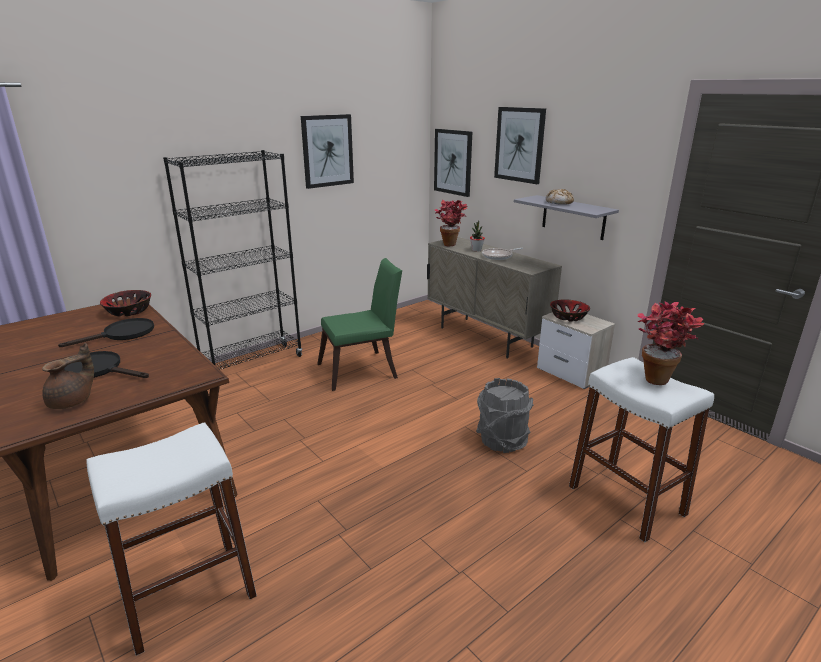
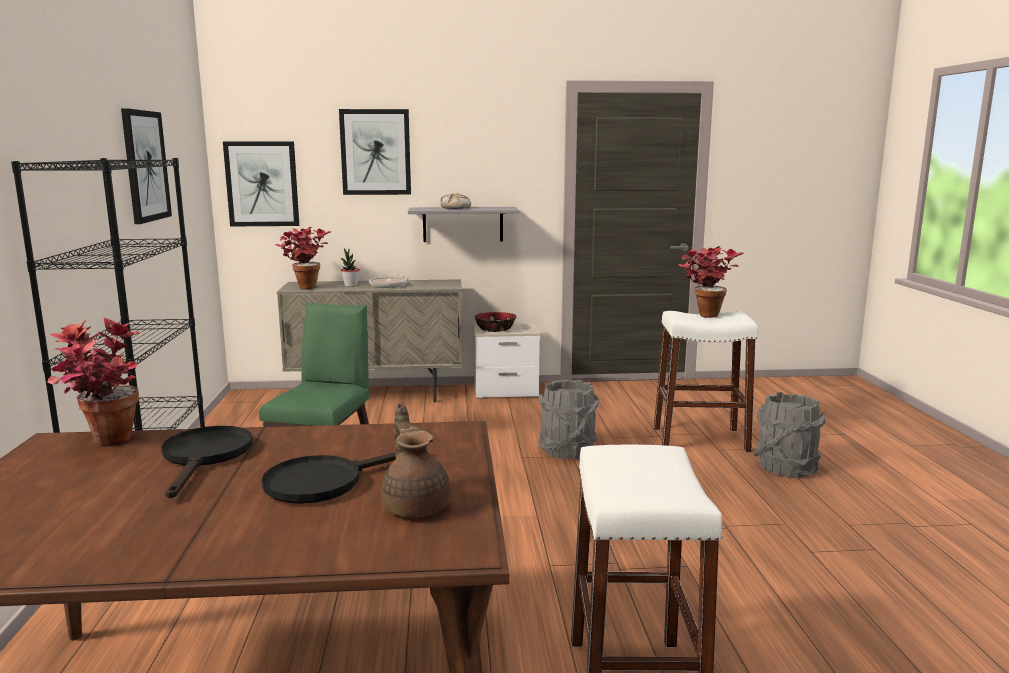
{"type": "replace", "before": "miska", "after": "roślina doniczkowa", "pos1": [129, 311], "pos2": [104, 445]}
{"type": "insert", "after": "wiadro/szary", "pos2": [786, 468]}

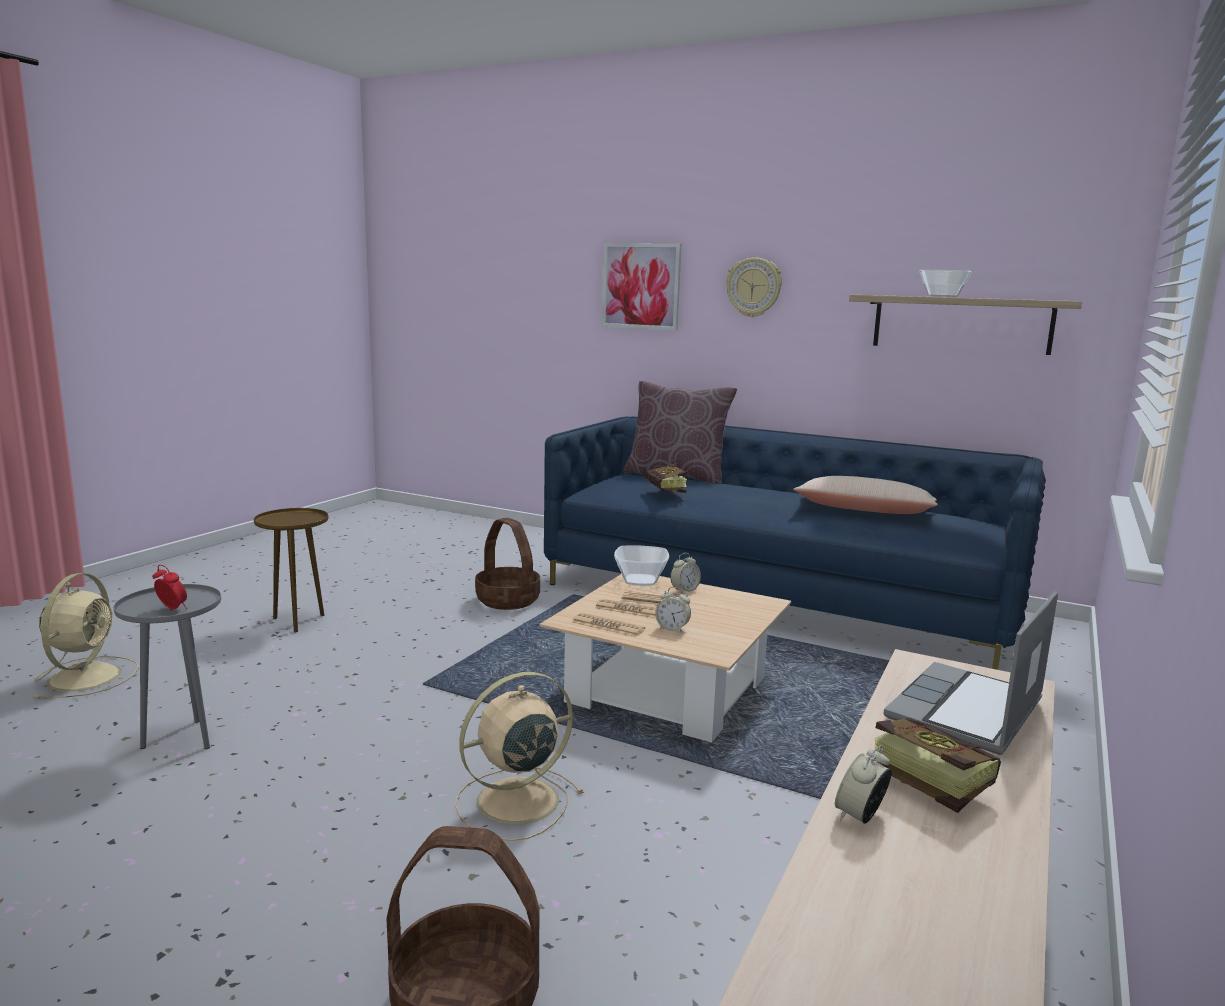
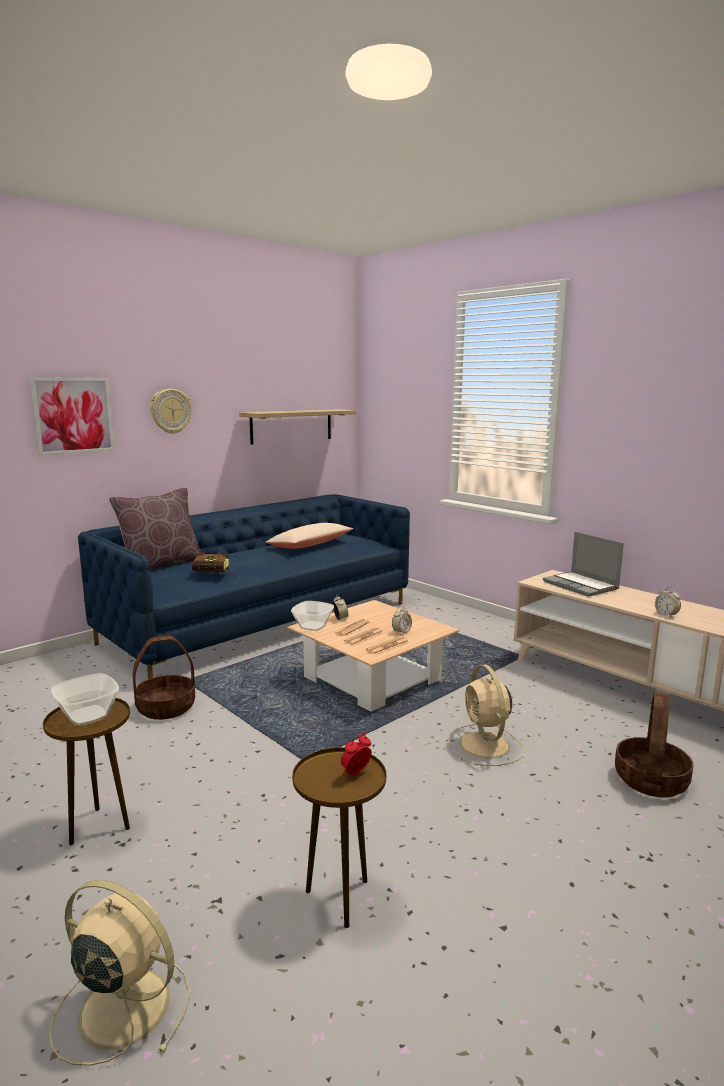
{"type": "recolor", "before": "stolik/szary", "after": "stolik/brązowy", "pos1": [182, 738], "pos2": [339, 898]}
{"type": "delete", "before": "książka", "pos1": [919, 781]}
{"type": "move", "before": "miska", "pos1": [943, 296], "pos2": [88, 715]}

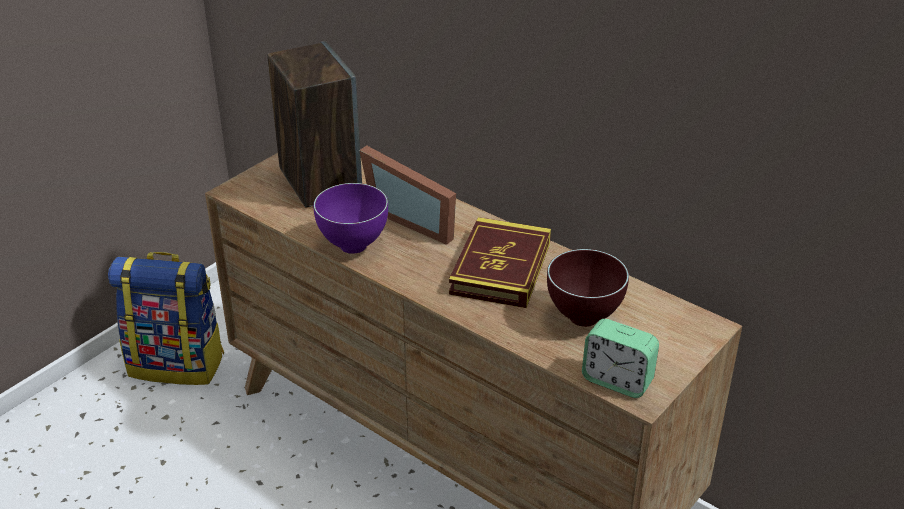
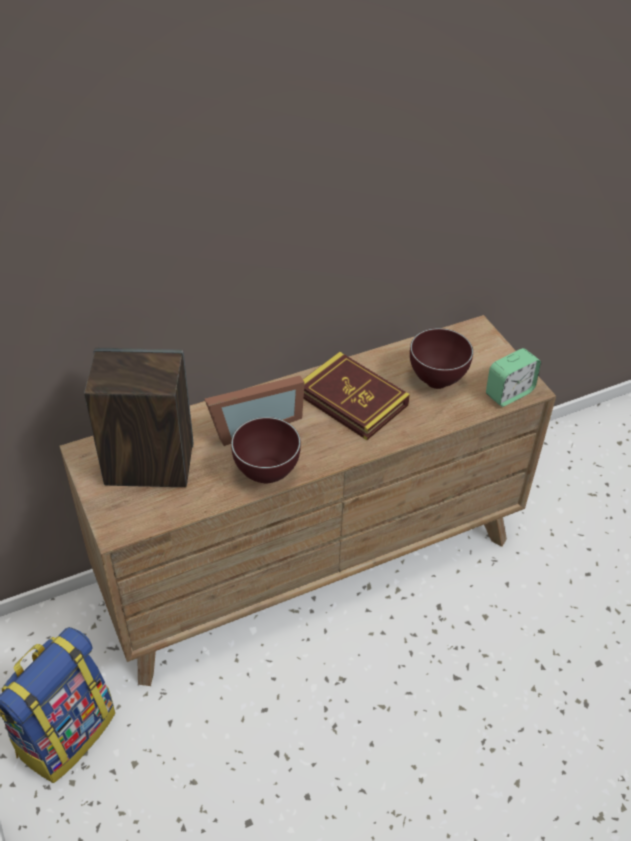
{"type": "recolor", "before": "miska/fioletowy", "after": "miska/brązowy", "pos1": [354, 246], "pos2": [265, 474]}

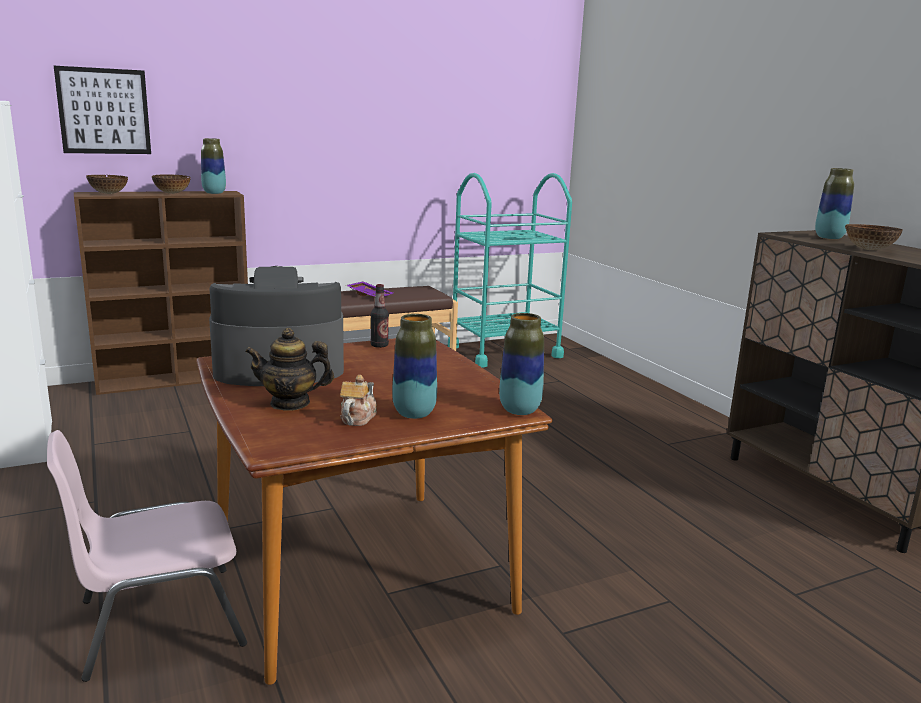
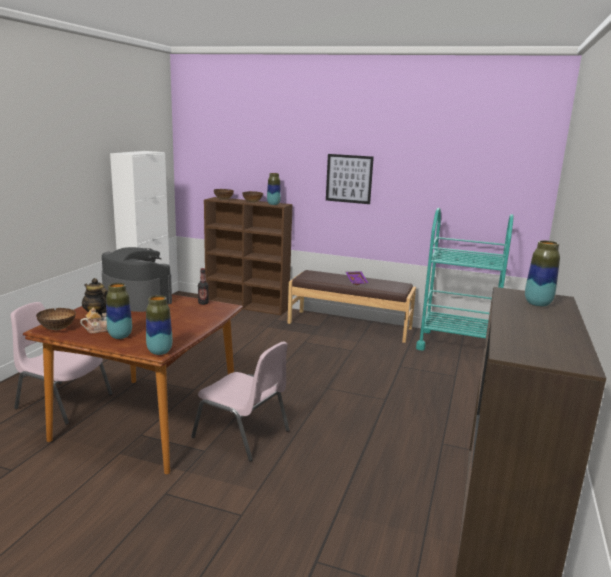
{"type": "move", "before": "obraz", "pos1": [104, 111], "pos2": [349, 179]}
{"type": "move", "before": "miska", "pos1": [869, 249], "pos2": [58, 329]}
{"type": "insert", "after": "krzesło/różowy", "pos2": [243, 434]}

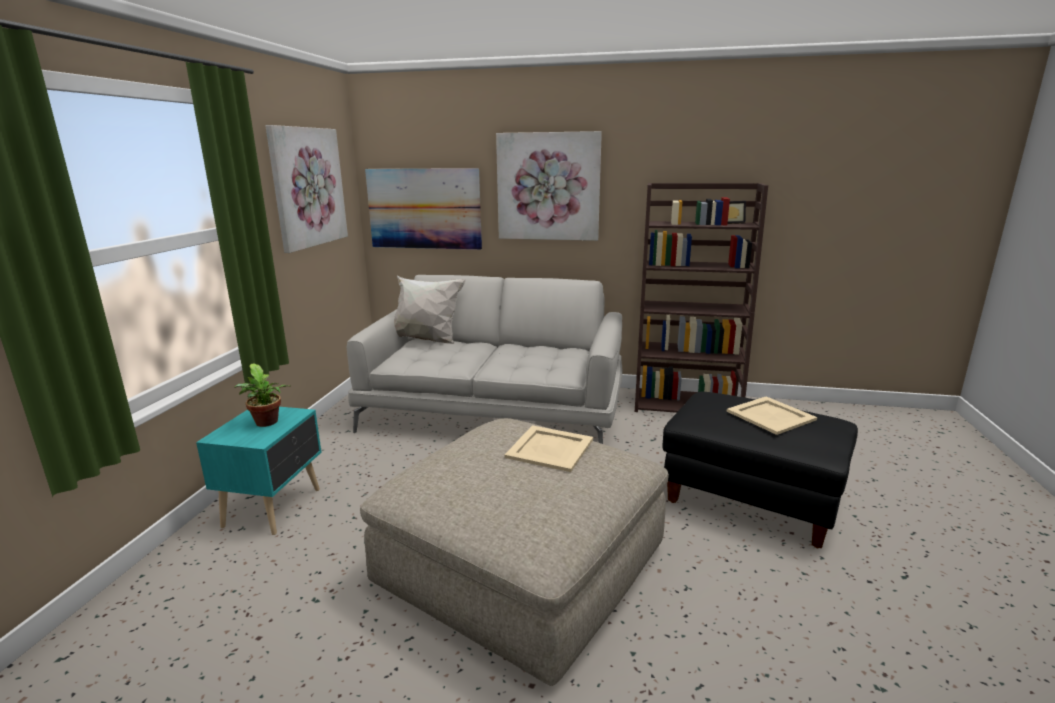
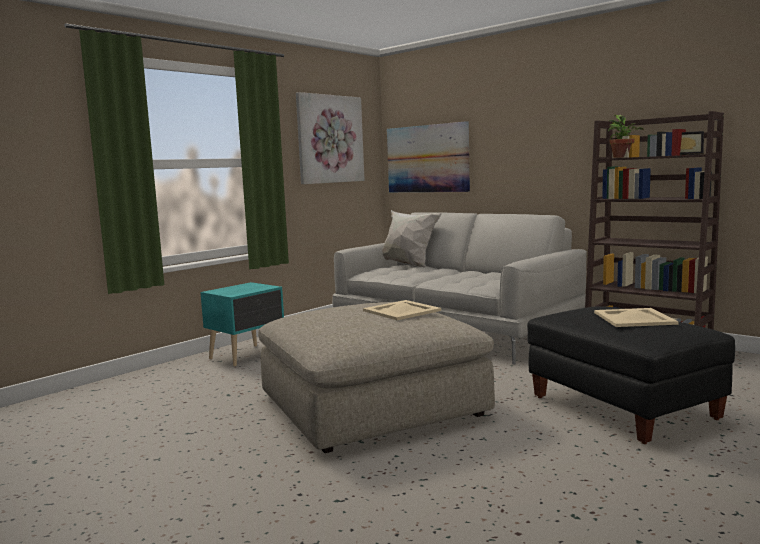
{"type": "move", "before": "roślina doniczkowa", "pos1": [267, 423], "pos2": [622, 157]}
{"type": "delete", "before": "obraz", "pos1": [548, 187]}

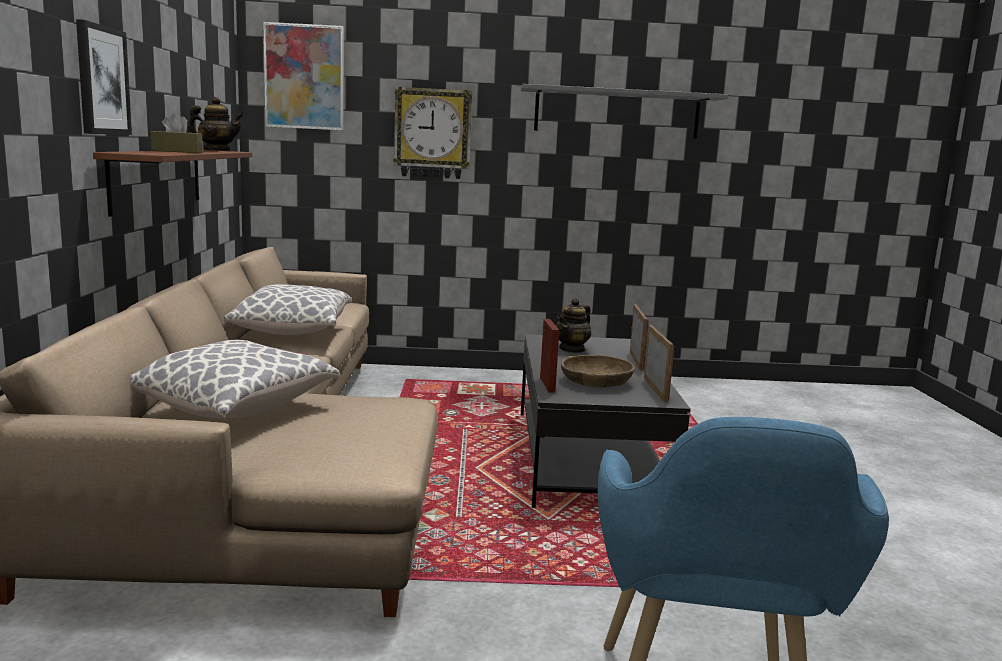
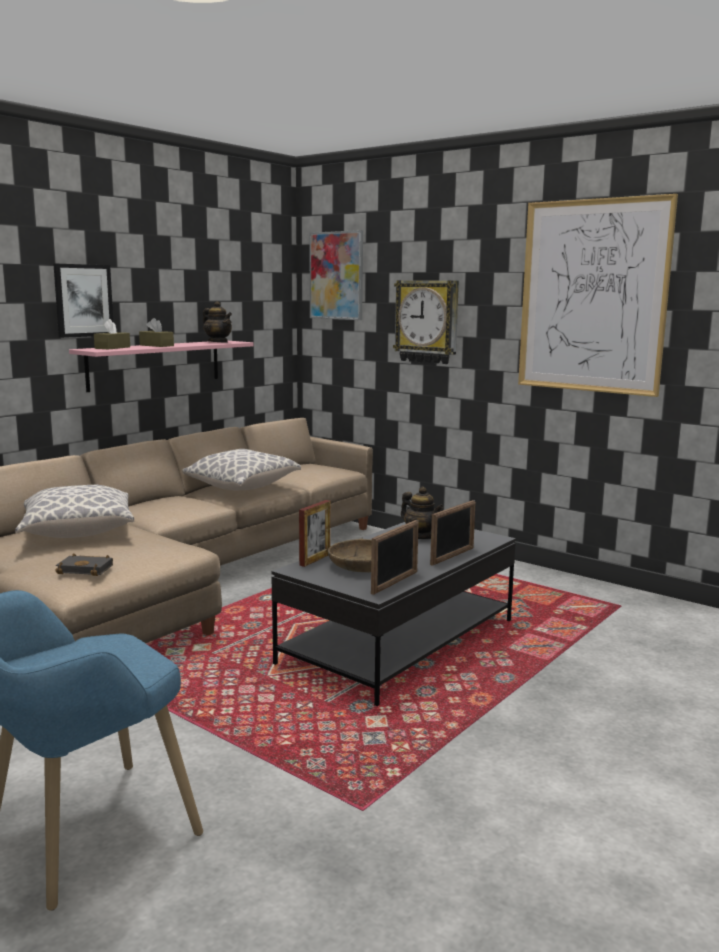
{"type": "recolor", "before": "półka/brązowy", "after": "półka/różowy", "pos1": [157, 179], "pos2": [155, 364]}
{"type": "replace", "before": "półka/szary", "after": "obraz", "pos1": [616, 113], "pos2": [592, 296]}
{"type": "rotate", "before": "imbryk", "pos1": [572, 349], "pos2": [421, 536], "turn": -120}
{"type": "insert", "after": "książka/czarny", "pos2": [87, 569]}
{"type": "insert", "after": "pudełko chusteczek/brązowy", "pos2": [112, 348]}

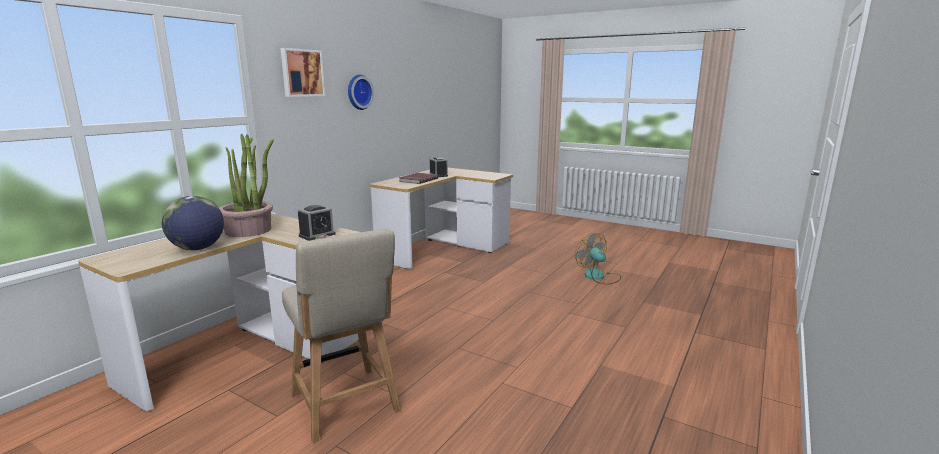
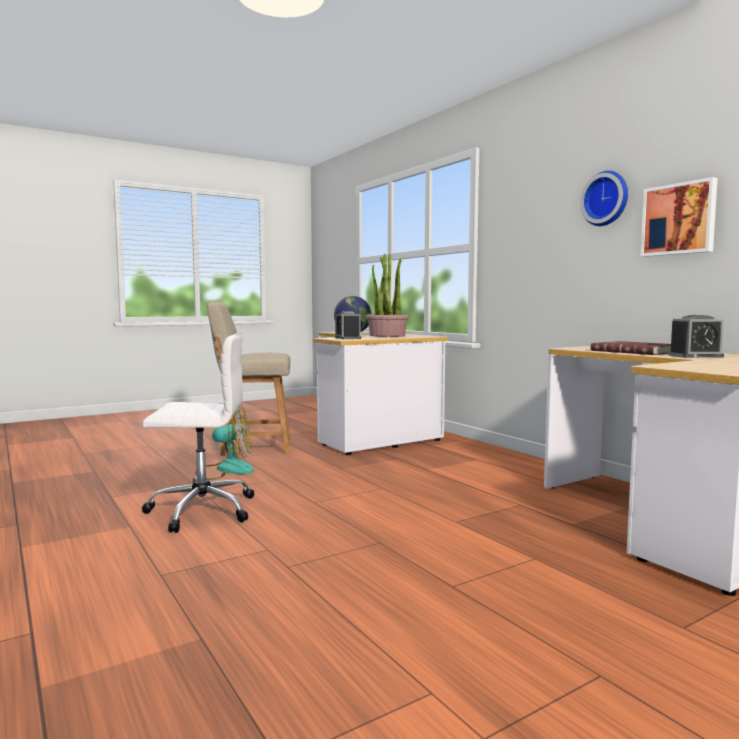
{"type": "move", "before": "obraz", "pos1": [302, 73], "pos2": [679, 219]}
{"type": "move", "before": "wentylator", "pos1": [598, 277], "pos2": [225, 470]}
{"type": "insert", "after": "krzesło biurowe/biały", "pos2": [200, 510]}

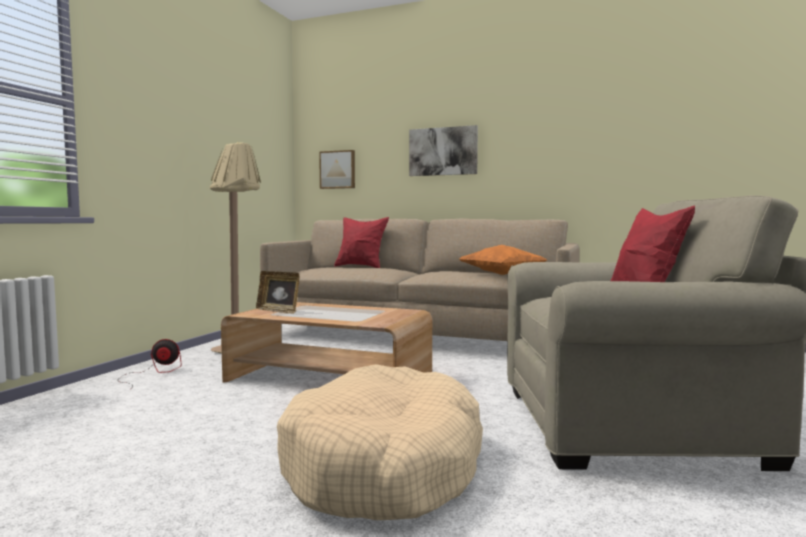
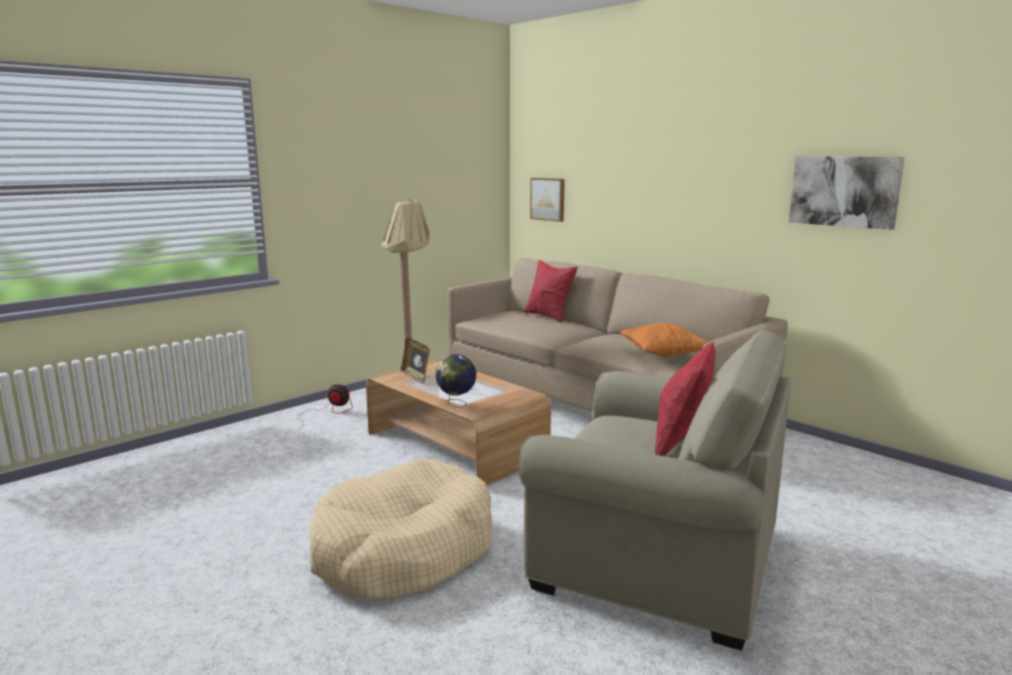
{"type": "move", "before": "obraz", "pos1": [443, 151], "pos2": [844, 191]}
{"type": "insert", "after": "globus", "pos2": [456, 404]}

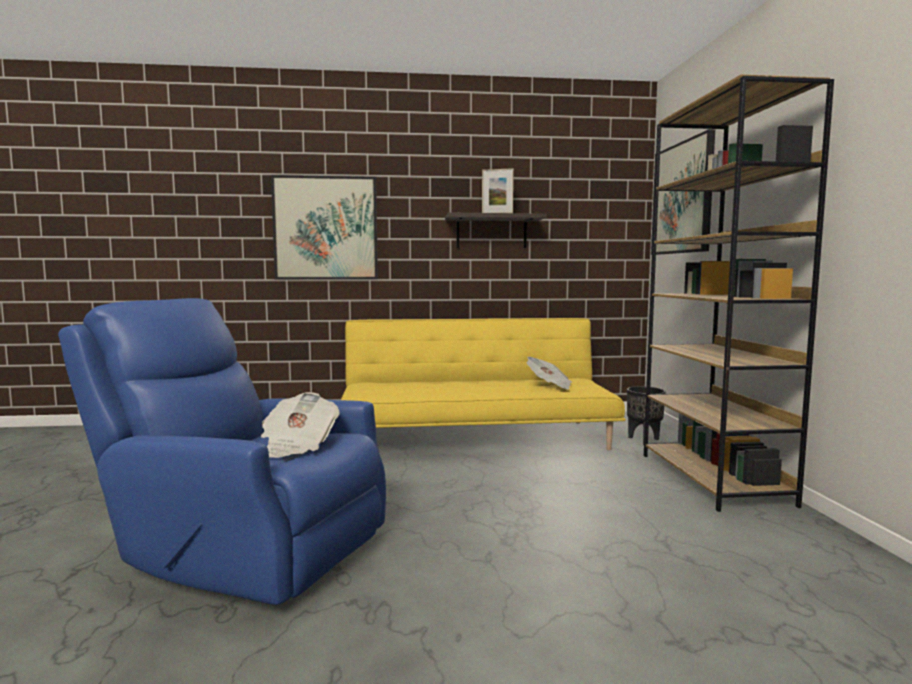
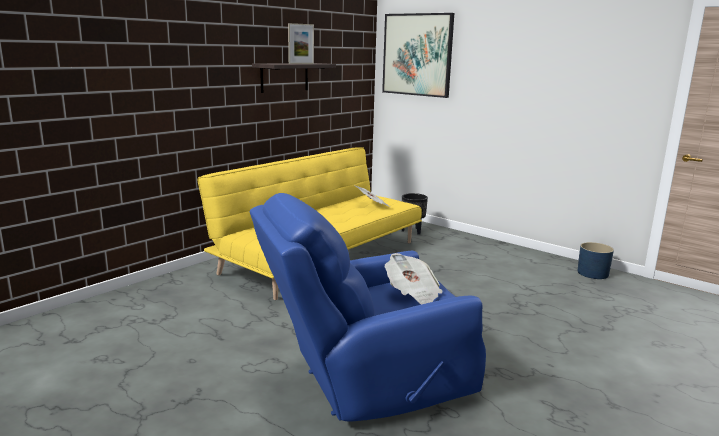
{"type": "delete", "before": "obraz", "pos1": [326, 228]}
{"type": "delete", "before": "regał/brązowy", "pos1": [714, 479]}
{"type": "insert", "after": "donica/niebieski", "pos2": [592, 273]}

